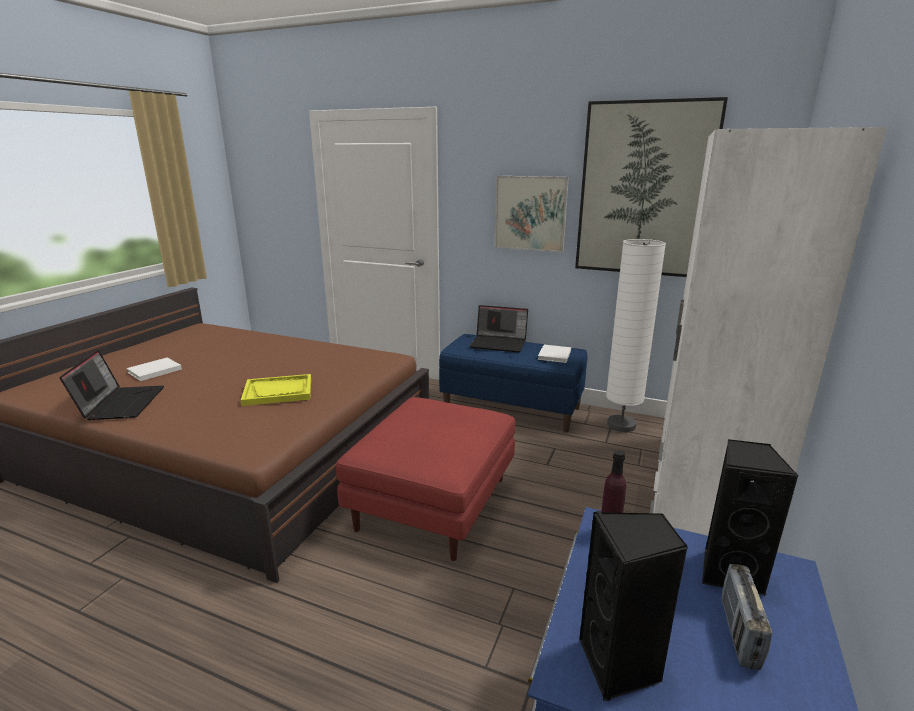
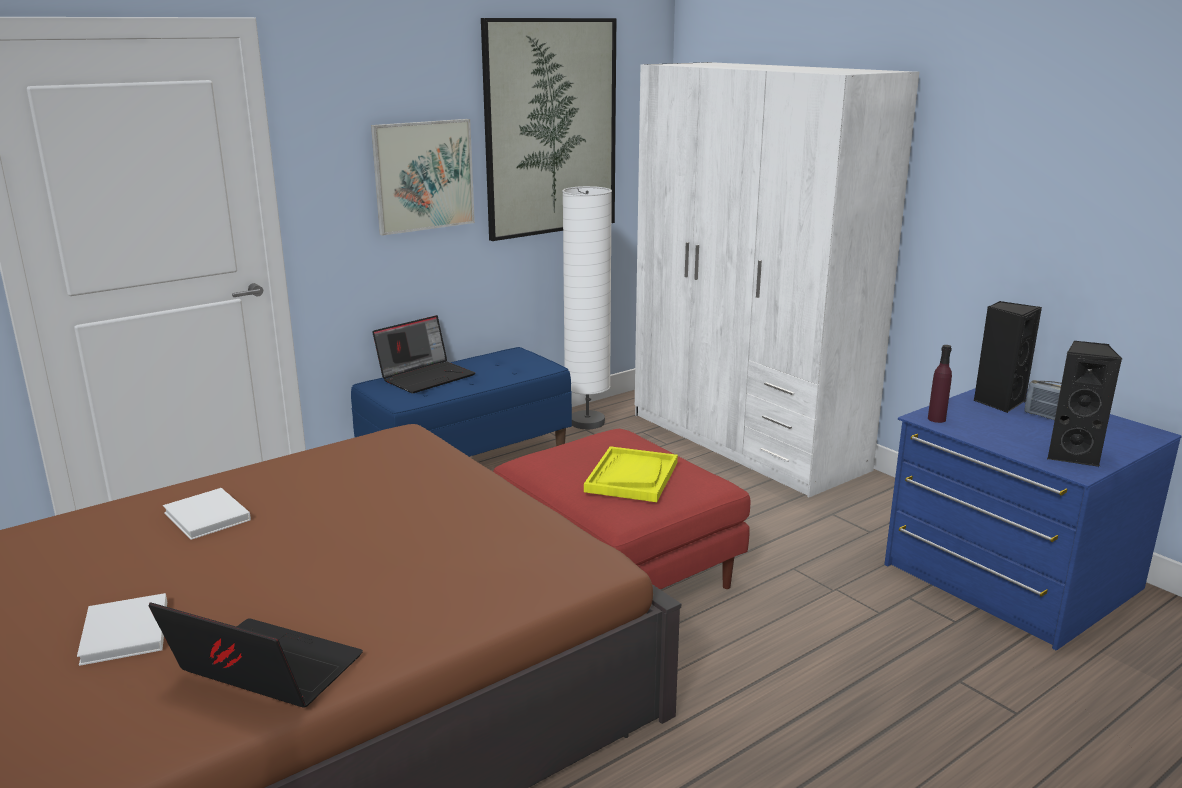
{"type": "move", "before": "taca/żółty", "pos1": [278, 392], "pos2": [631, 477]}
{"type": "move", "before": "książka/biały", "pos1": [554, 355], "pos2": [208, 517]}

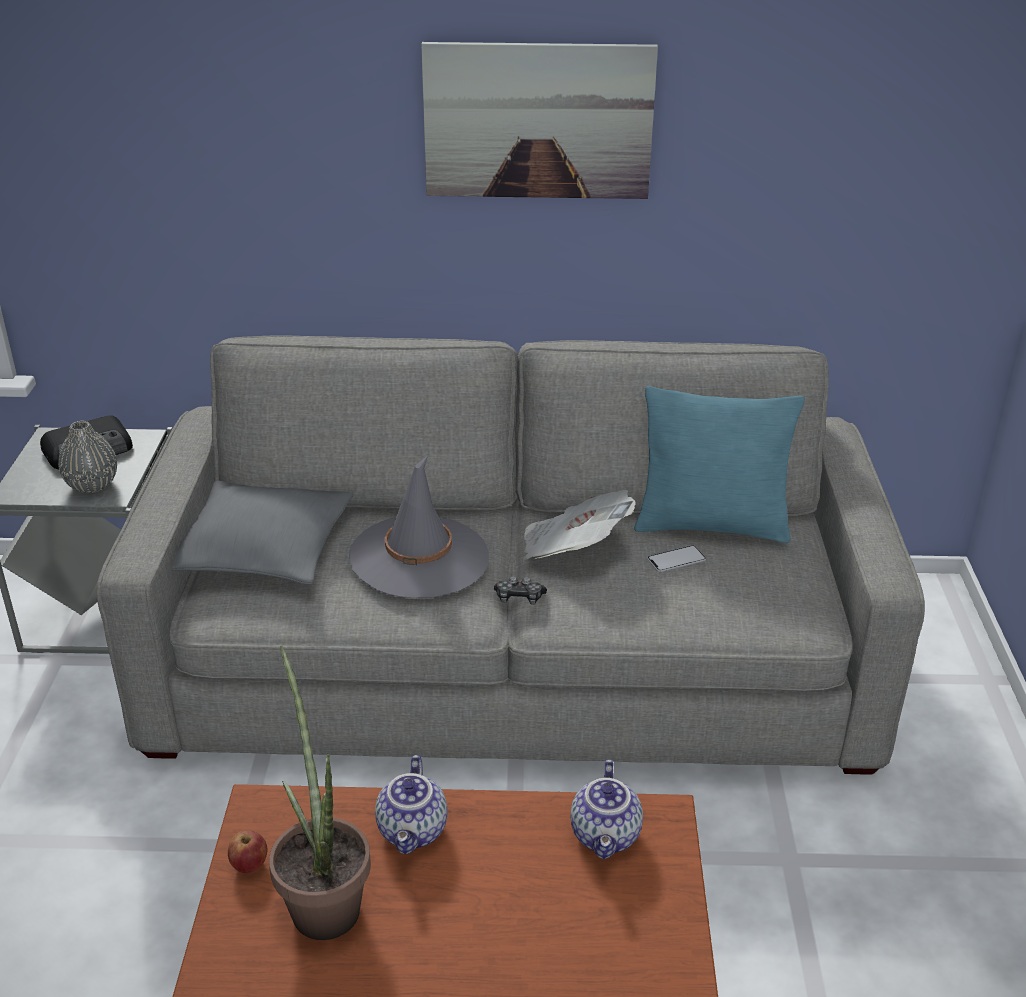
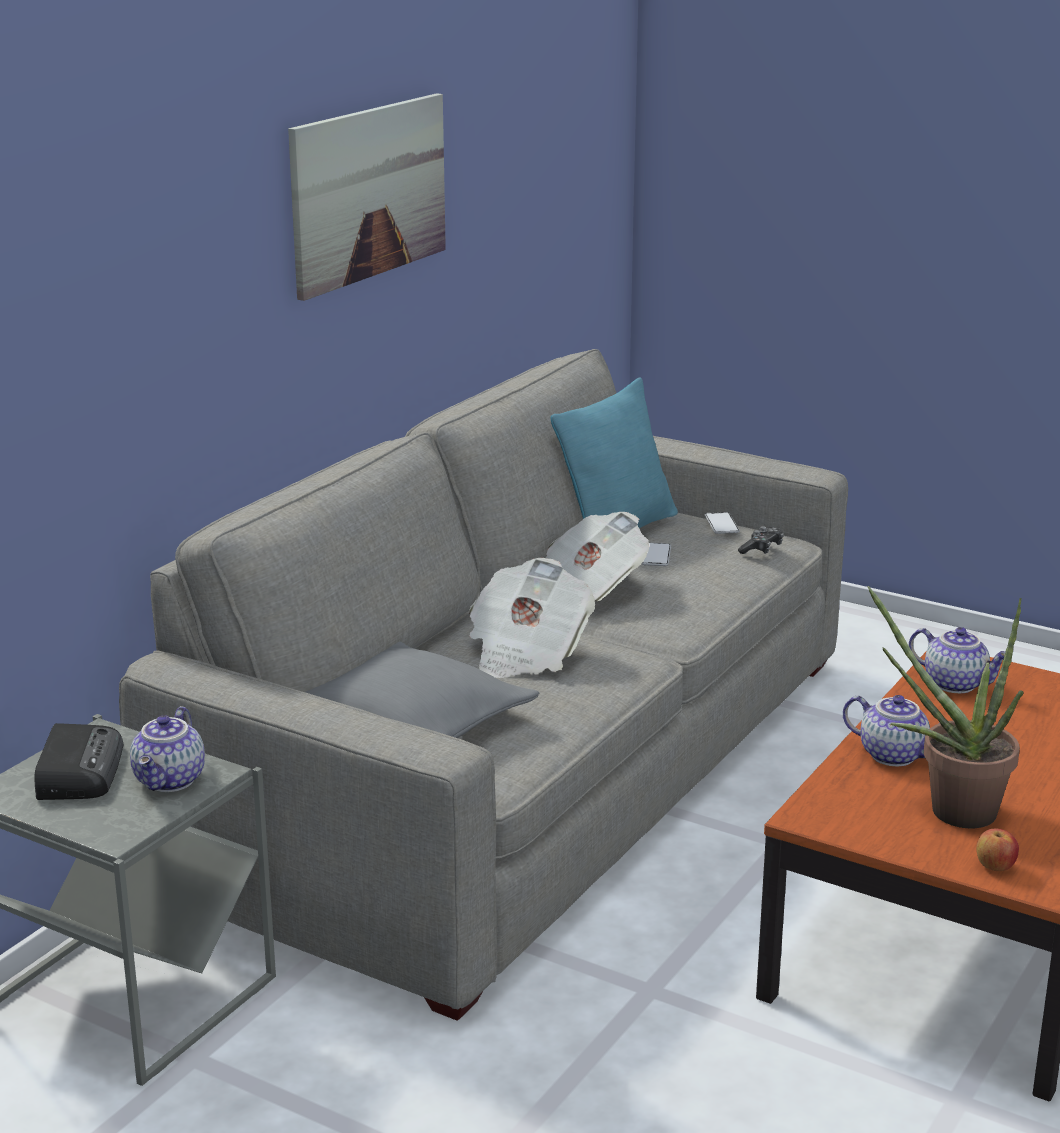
{"type": "replace", "before": "wazon/szary", "after": "imbryk", "pos1": [92, 485], "pos2": [171, 781]}
{"type": "move", "before": "jabłko", "pos1": [250, 865], "pos2": [995, 867]}
{"type": "replace", "before": "kapelusz/szary", "after": "gazeta", "pos1": [419, 557], "pos2": [526, 652]}
{"type": "move", "before": "pad do gier", "pos1": [519, 598], "pos2": [762, 549]}
{"type": "insert", "after": "telefon", "pos2": [721, 524]}

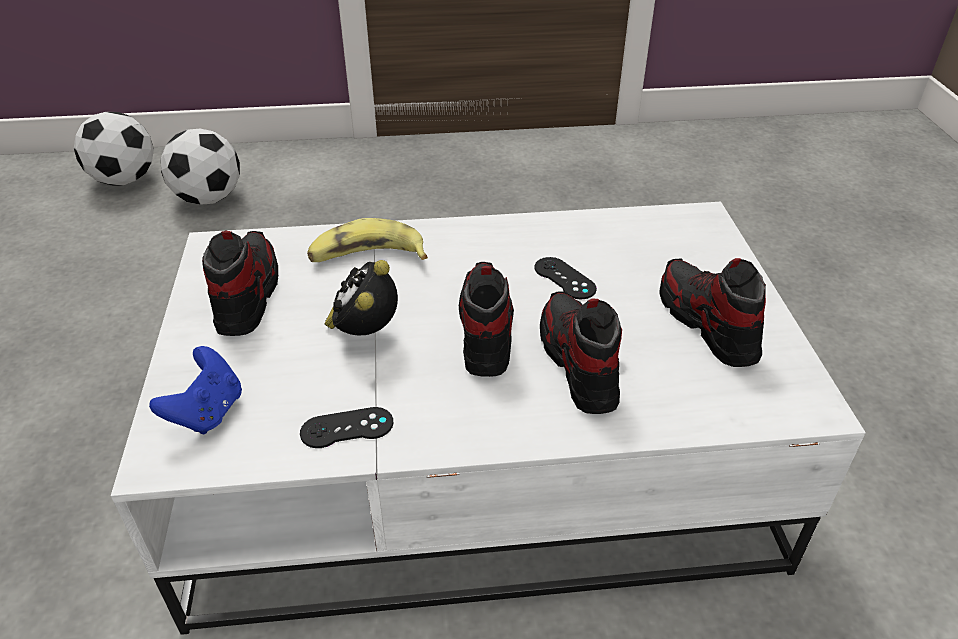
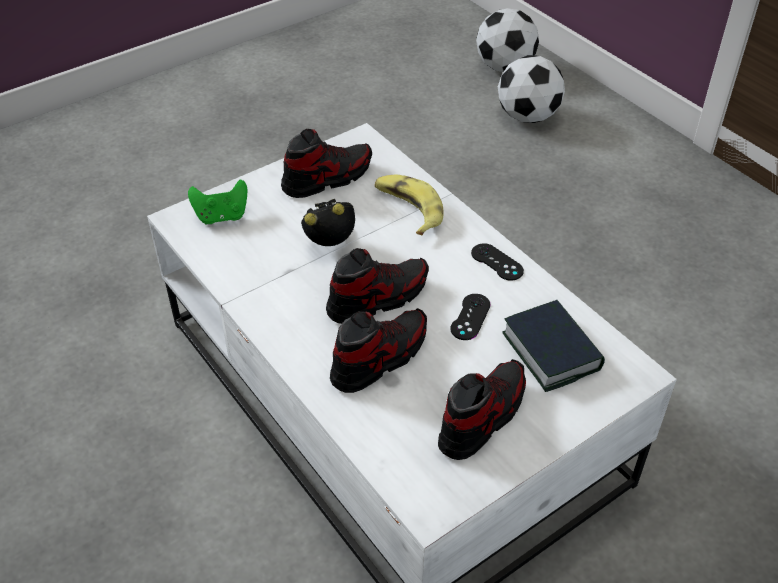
{"type": "recolor", "before": "pad do gier/niebieski", "after": "pad do gier/zielony", "pos1": [207, 412], "pos2": [221, 216]}
{"type": "move", "before": "pad do gier/czarny", "pos1": [347, 428], "pos2": [497, 262]}
{"type": "insert", "after": "książka", "pos2": [551, 351]}

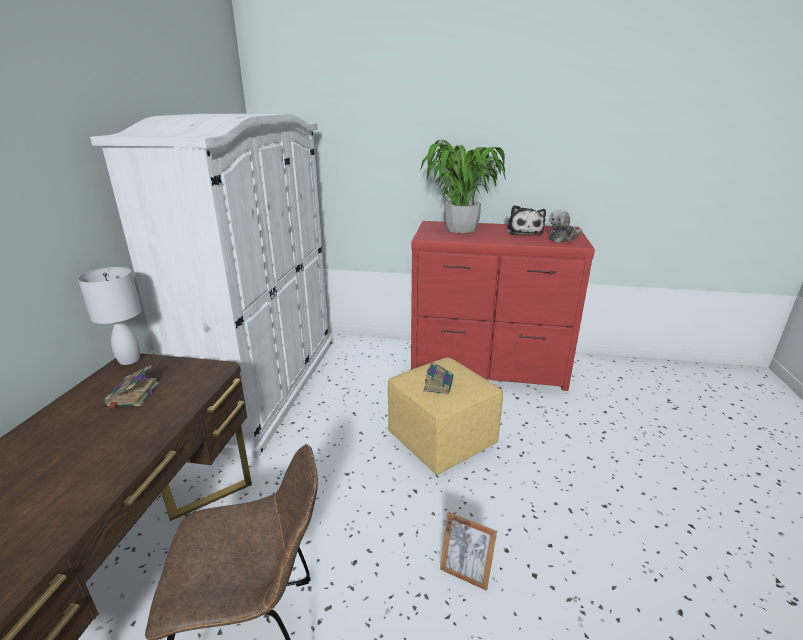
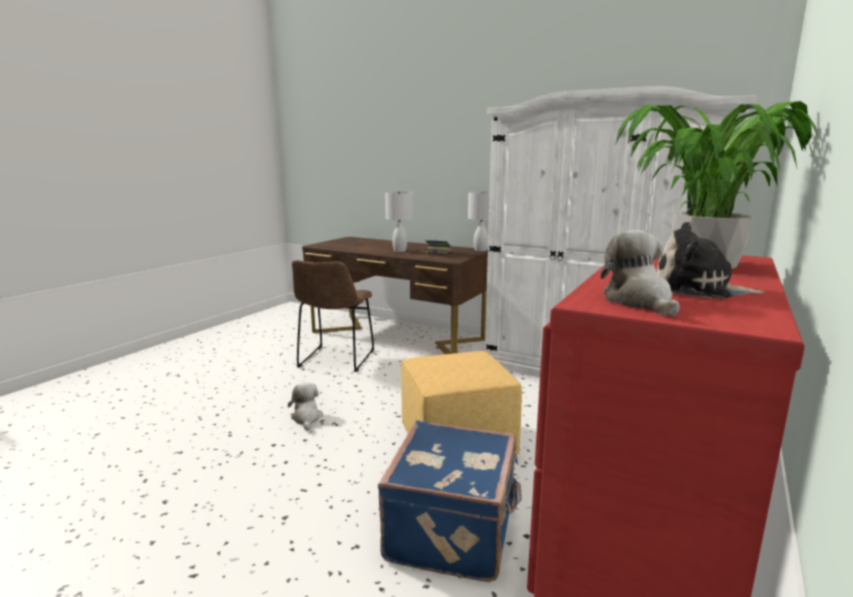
{"type": "delete", "before": "książka", "pos1": [438, 384]}
{"type": "replace", "before": "ramka na zdjęcie", "after": "pluszak", "pos1": [465, 573], "pos2": [306, 418]}
{"type": "insert", "after": "walizka/niebieski", "pos2": [454, 531]}
{"type": "insert", "after": "lampa stołowa/biały", "pos2": [400, 251]}

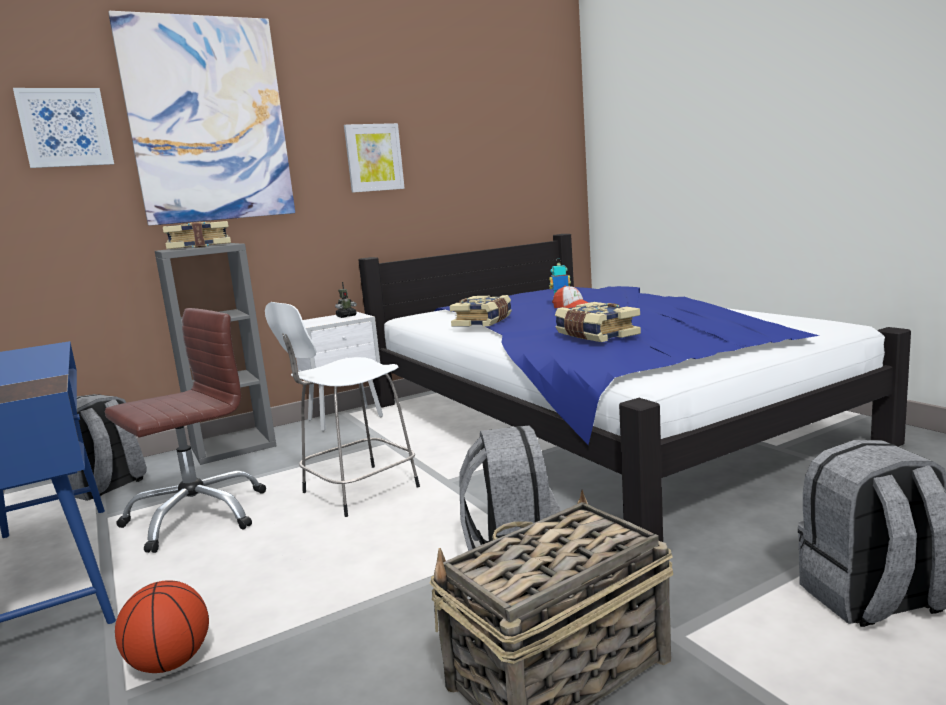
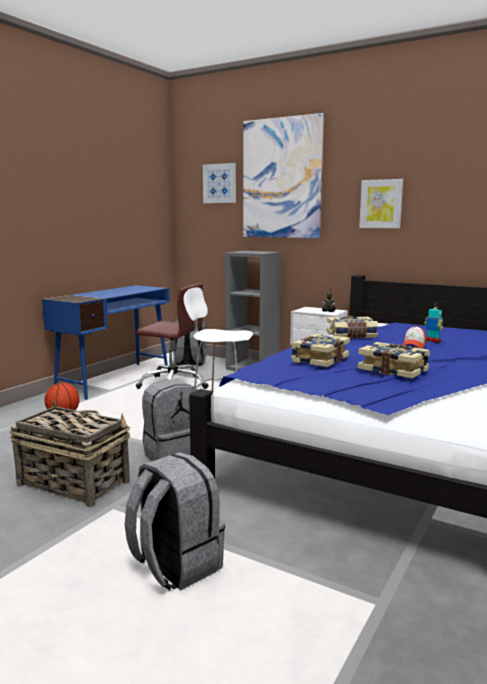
{"type": "move", "before": "książka", "pos1": [199, 246], "pos2": [393, 370]}

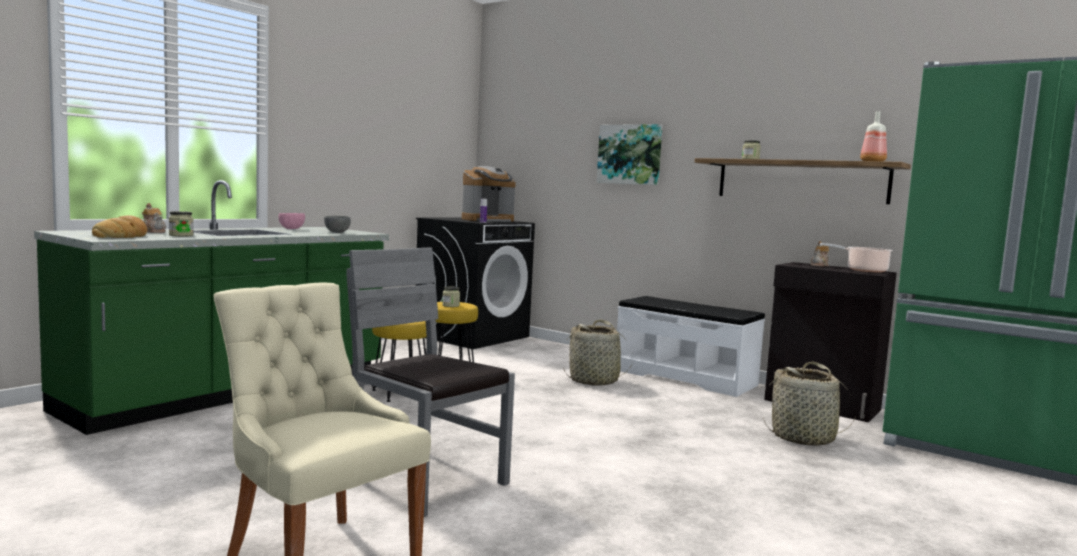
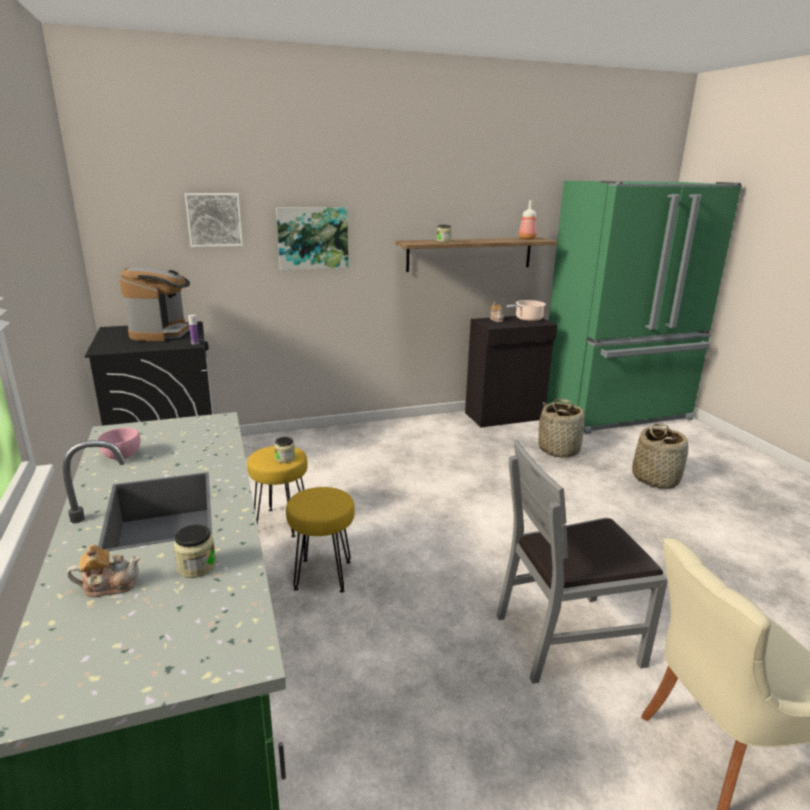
{"type": "delete", "before": "chleb", "pos1": [123, 236]}
{"type": "delete", "before": "miska/szary", "pos1": [337, 232]}
{"type": "move", "before": "koszyk", "pos1": [594, 380], "pos2": [656, 479]}
{"type": "delete", "before": "ławka/biały", "pos1": [685, 377]}
{"type": "insert", "after": "obraz", "pos2": [214, 219]}

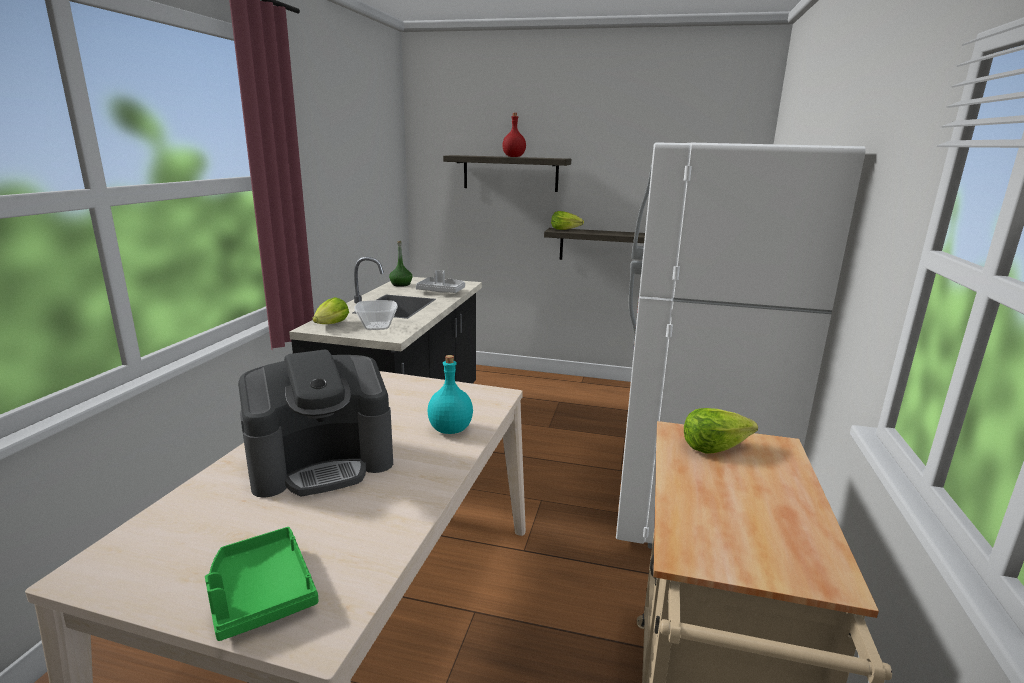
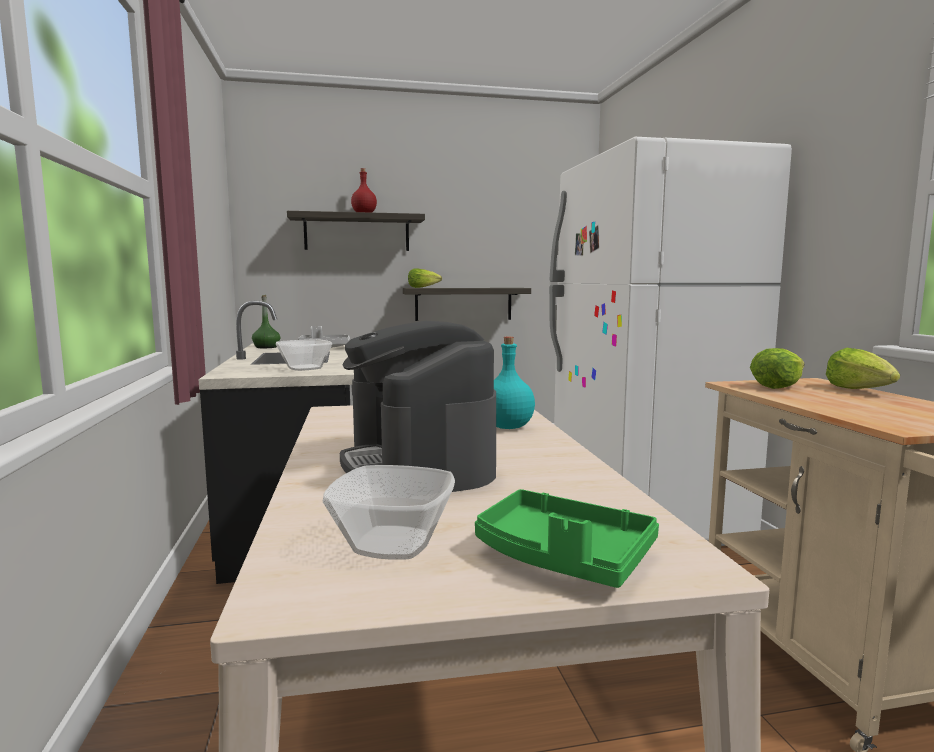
{"type": "rotate", "before": "ekspres do kawy", "pos1": [322, 463], "pos2": [419, 464], "turn": 120}
{"type": "move", "before": "sałata", "pos1": [332, 325], "pos2": [860, 390]}
{"type": "insert", "after": "miska", "pos2": [390, 544]}

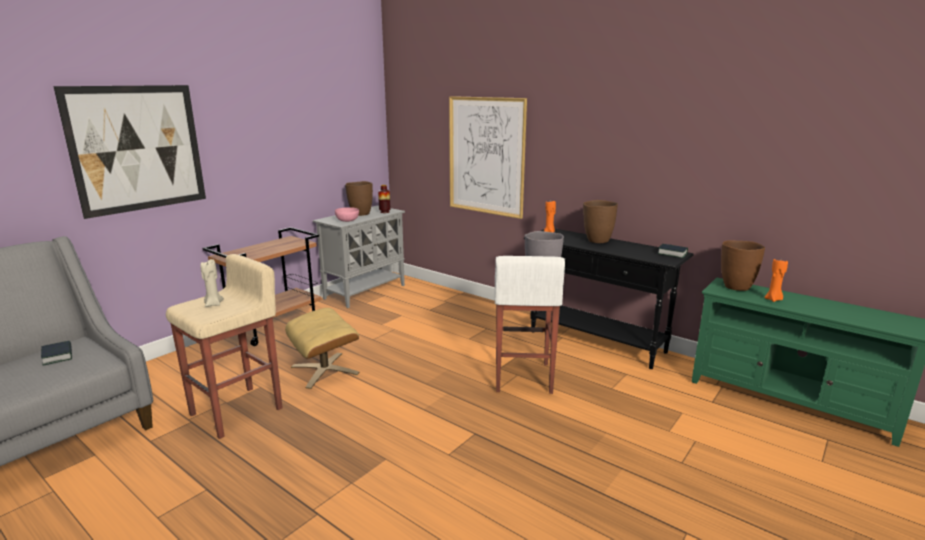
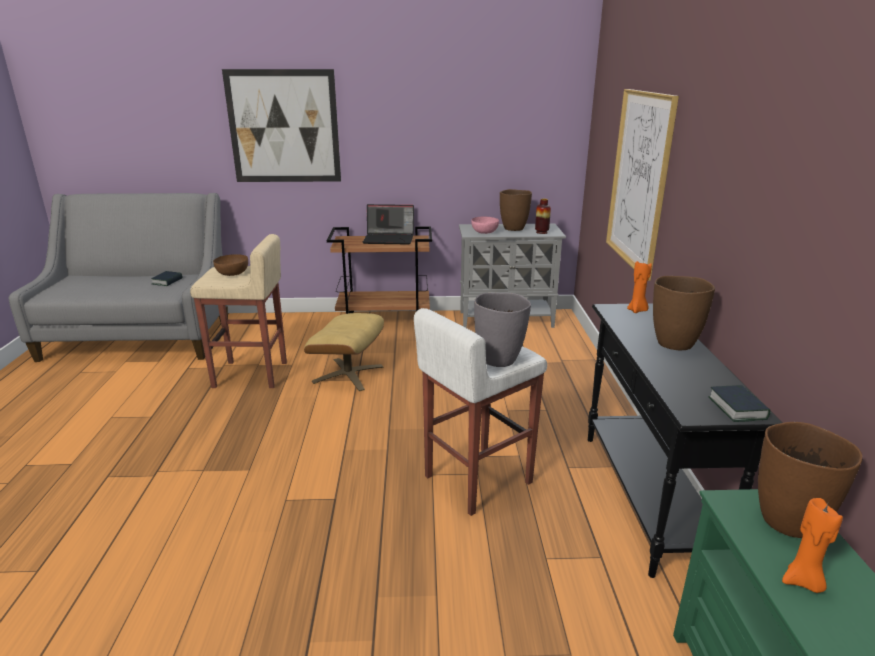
{"type": "replace", "before": "świeca/beżowy", "after": "miska/brązowy", "pos1": [213, 304], "pos2": [233, 273]}
{"type": "insert", "after": "laptop", "pos2": [389, 239]}

